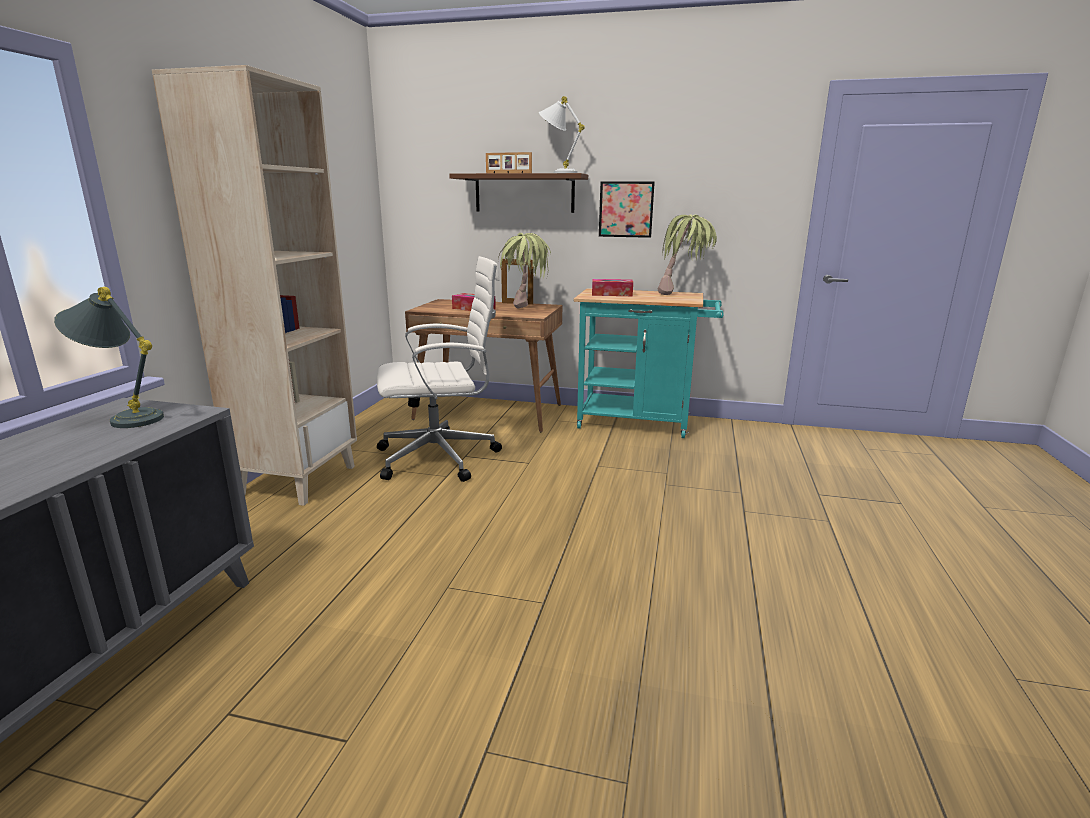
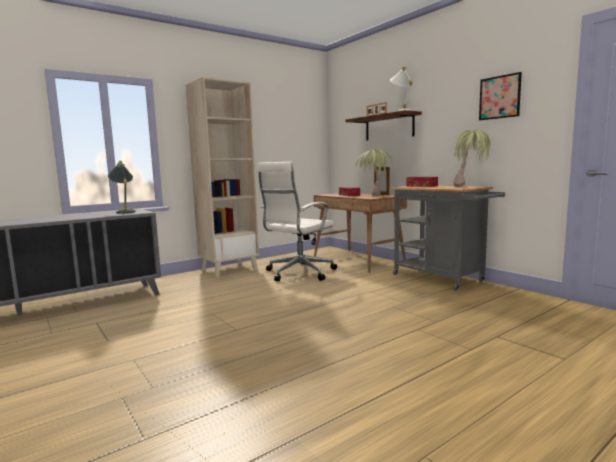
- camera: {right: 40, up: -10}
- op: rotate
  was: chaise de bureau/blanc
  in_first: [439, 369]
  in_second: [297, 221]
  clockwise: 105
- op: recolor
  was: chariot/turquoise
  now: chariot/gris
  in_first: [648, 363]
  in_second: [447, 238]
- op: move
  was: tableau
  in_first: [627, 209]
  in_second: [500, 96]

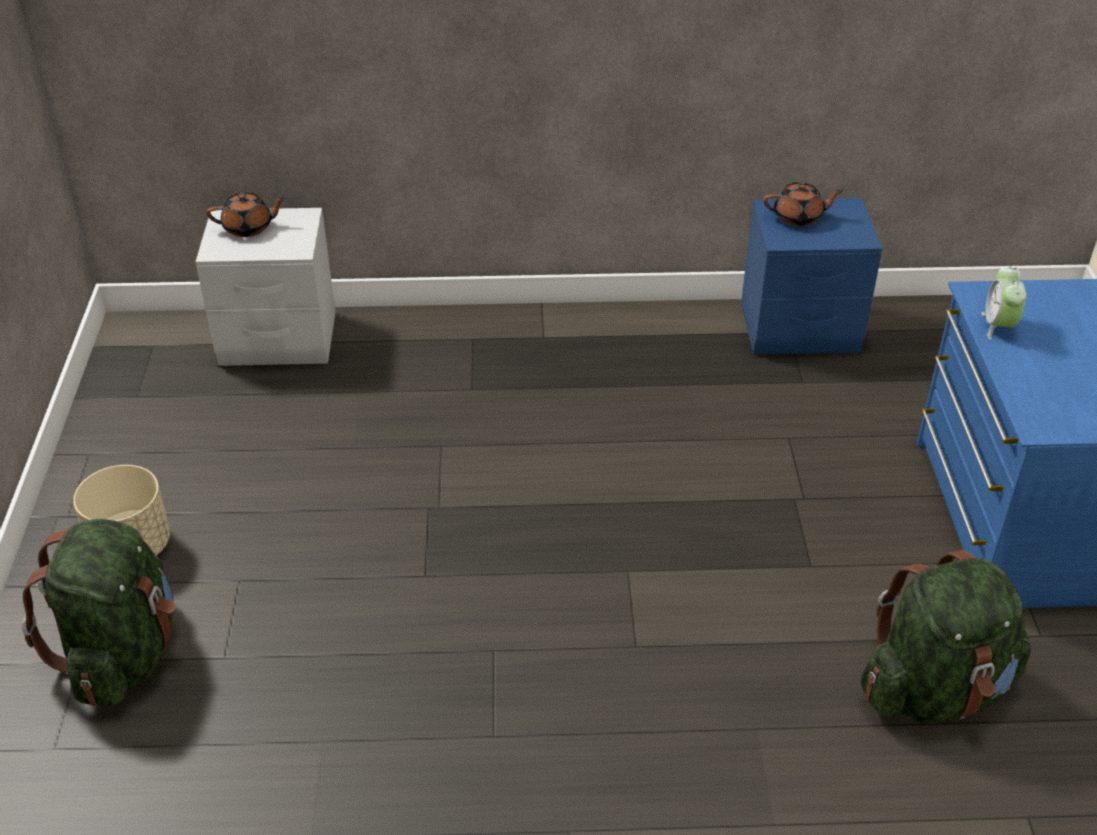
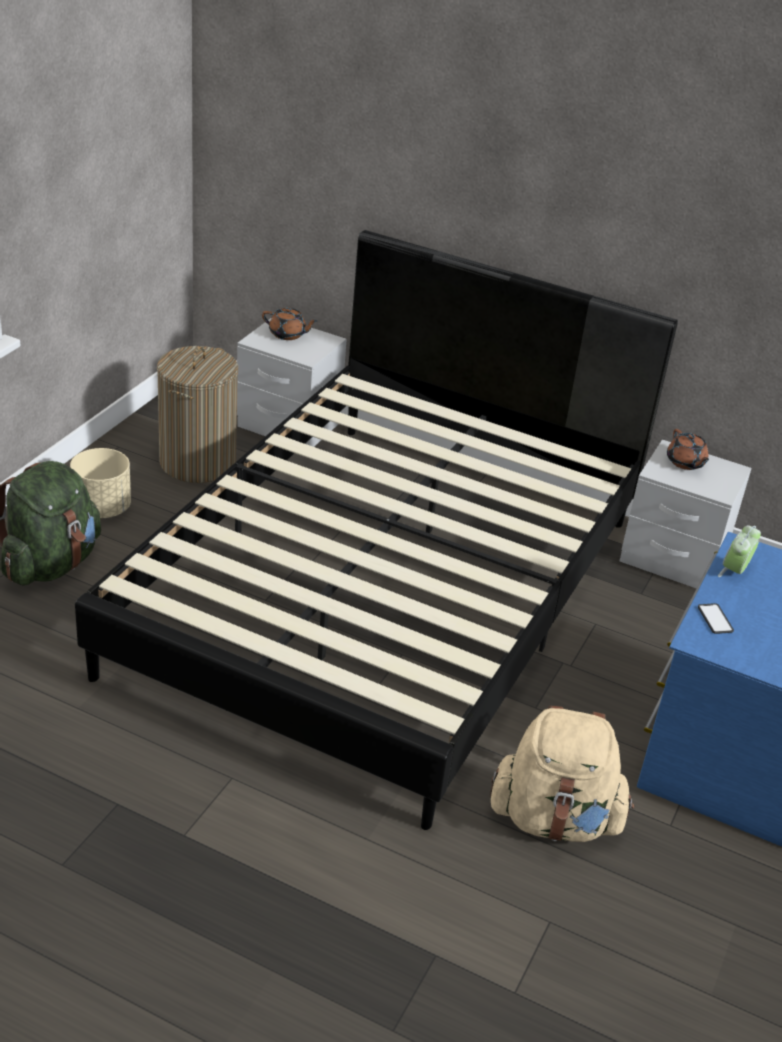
- camera: {right: 25, up: -5}
- op: recolor
  was: table de chevet/bleu
  now: table de chevet/gris
  in_first: [811, 276]
  in_second: [686, 514]
- op: rotate
  was: théière/marron
  in_first: [803, 204]
  in_second: [688, 449]
  clockwise: 45
- op: recolor
  was: sac à dos/vert
  now: sac à dos/beige
  in_first: [946, 637]
  in_second: [562, 773]
- op: insert
  now: lit/noir
  in_second: [376, 530]
- op: insert
  now: panier à linge
  in_second: [197, 414]
- op: insert
  now: téléphone
  in_second: [716, 618]

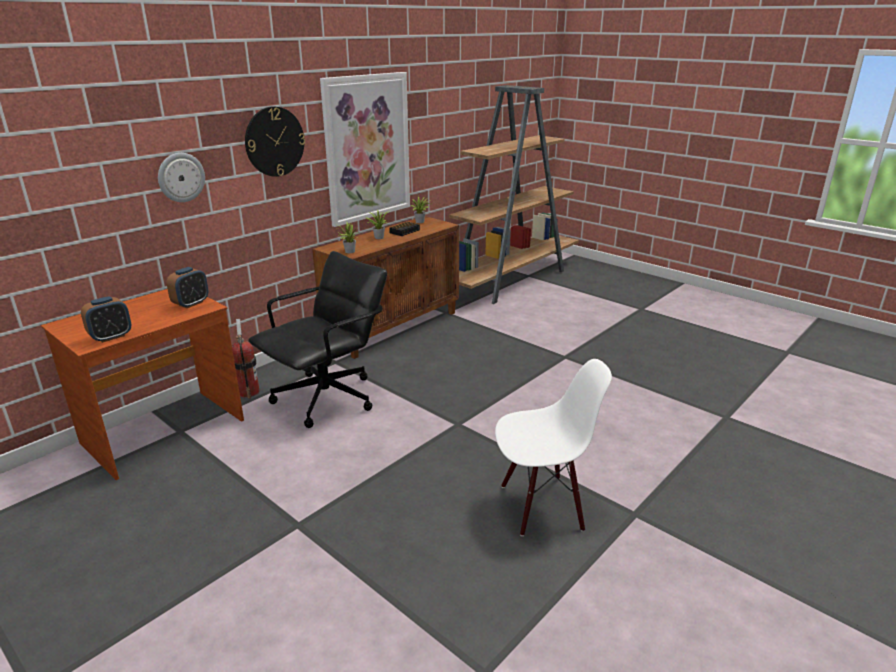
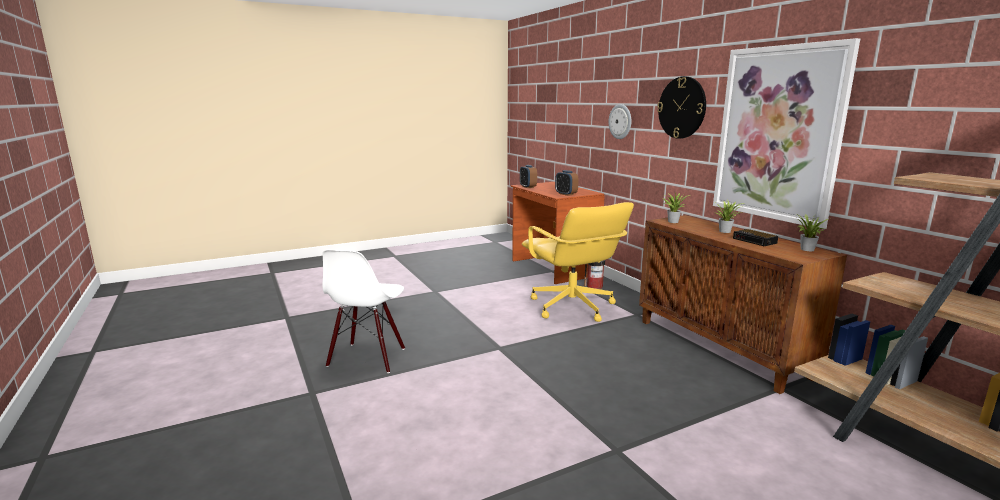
- camera: {right: 110, up: -10}
- op: recolor
  was: chaise de bureau/noir
  now: chaise de bureau/jaune
  in_first: [317, 339]
  in_second: [578, 262]

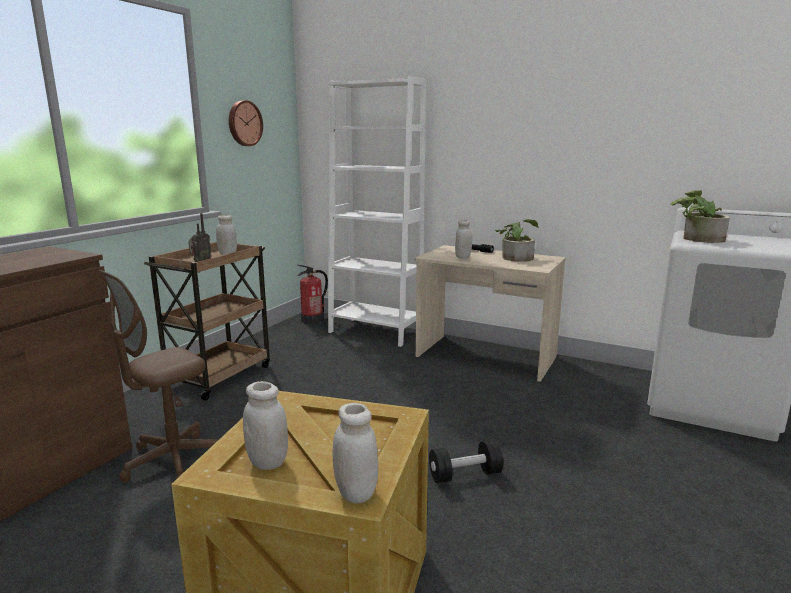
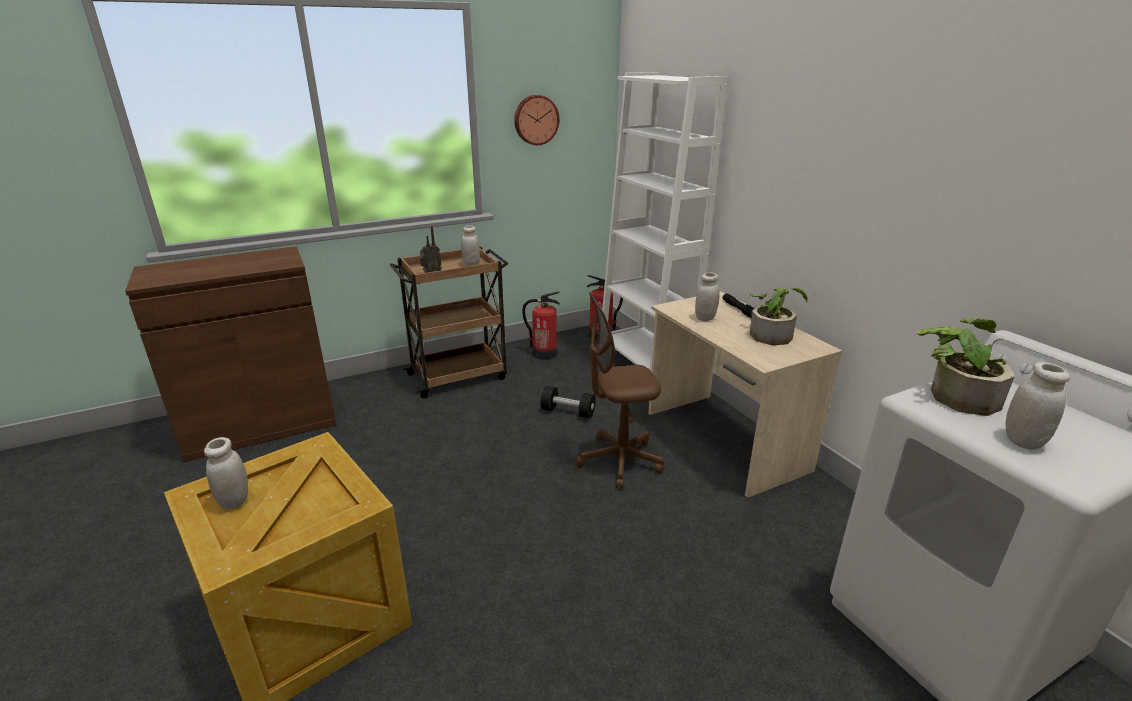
- camera: {right: 35, up: 10}
- op: move
  was: chaise de bureau/marron
  in_first: [159, 376]
  in_second: [620, 390]
- op: move
  was: bocal/blanc
  in_first: [355, 453]
  in_second: [1037, 406]
- op: move
  was: haltère/noir
  in_first: [466, 461]
  in_second: [568, 402]
- op: insert
  now: extincteur
  in_second: [541, 326]

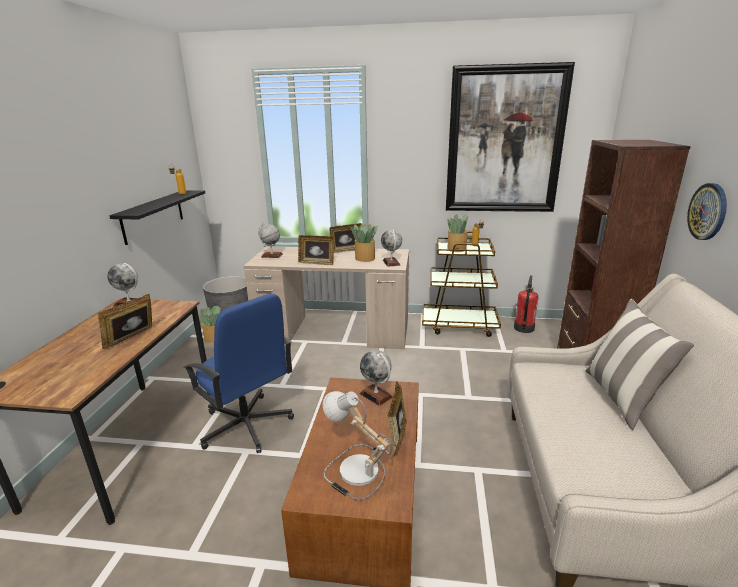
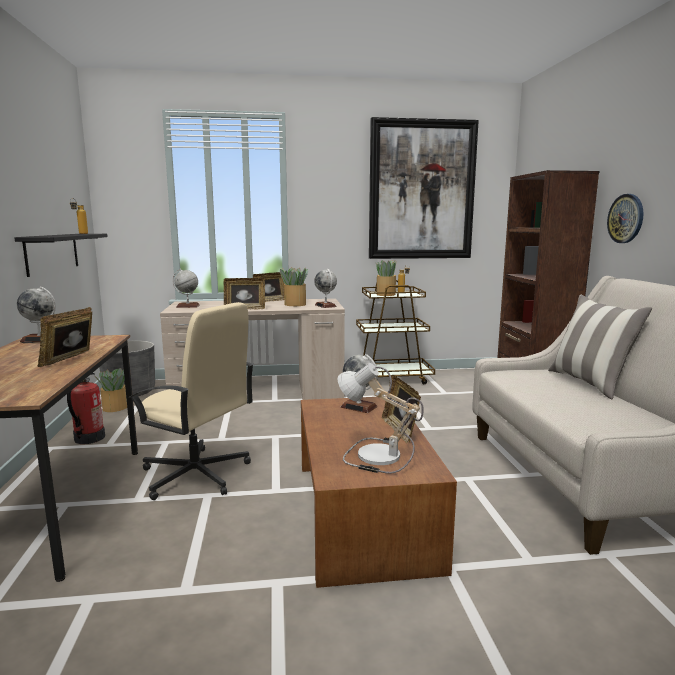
- camera: {right: -15, up: -10}
- op: recolor
  was: chaise de bureau/bleu
  now: chaise de bureau/beige
  in_first: [238, 373]
  in_second: [191, 401]
- op: move
  was: extincteur
  in_first: [526, 304]
  in_second: [86, 408]

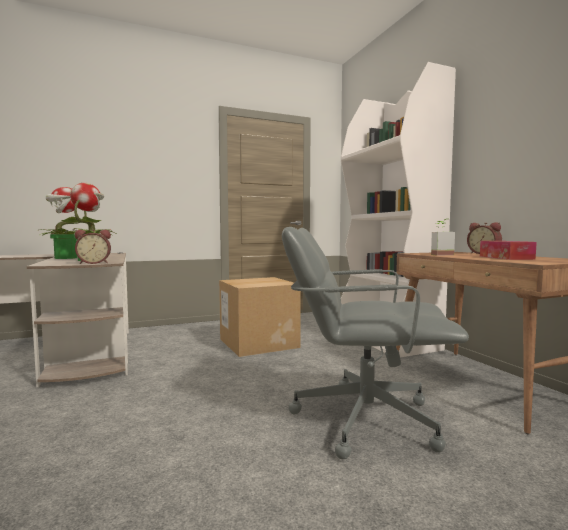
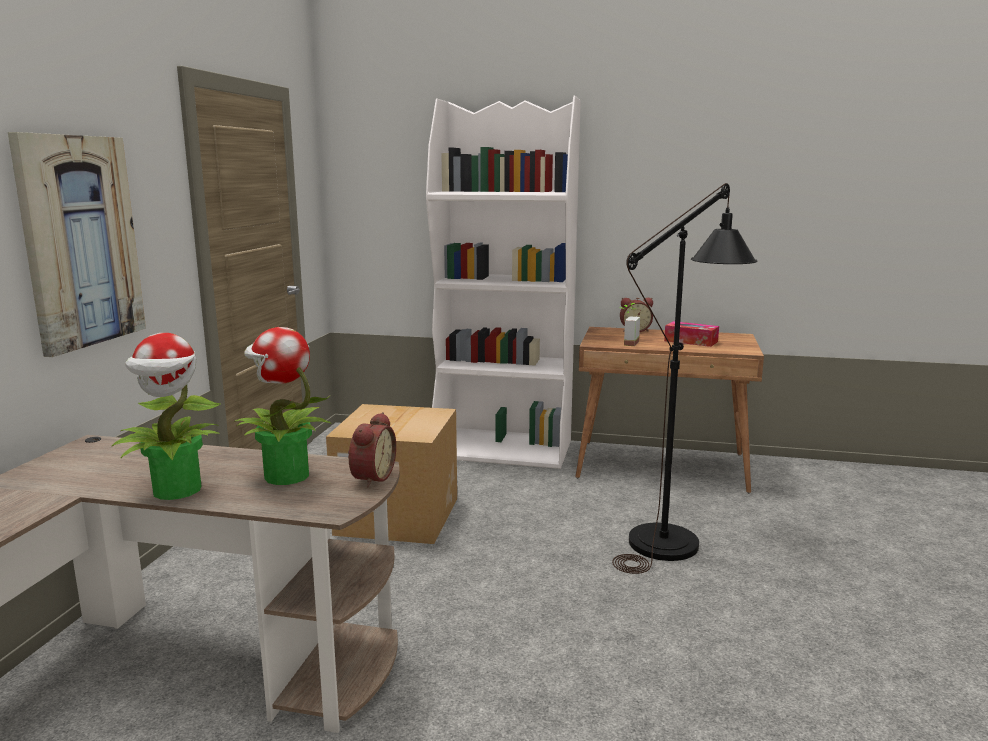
- camera: {right: -55, up: 10}
- op: replace
  was: chaise de bureau/gris
  now: lampadaire/noir
  in_first: [375, 343]
  in_second: [684, 378]
- op: insert
  now: tableau
  in_second: [77, 244]

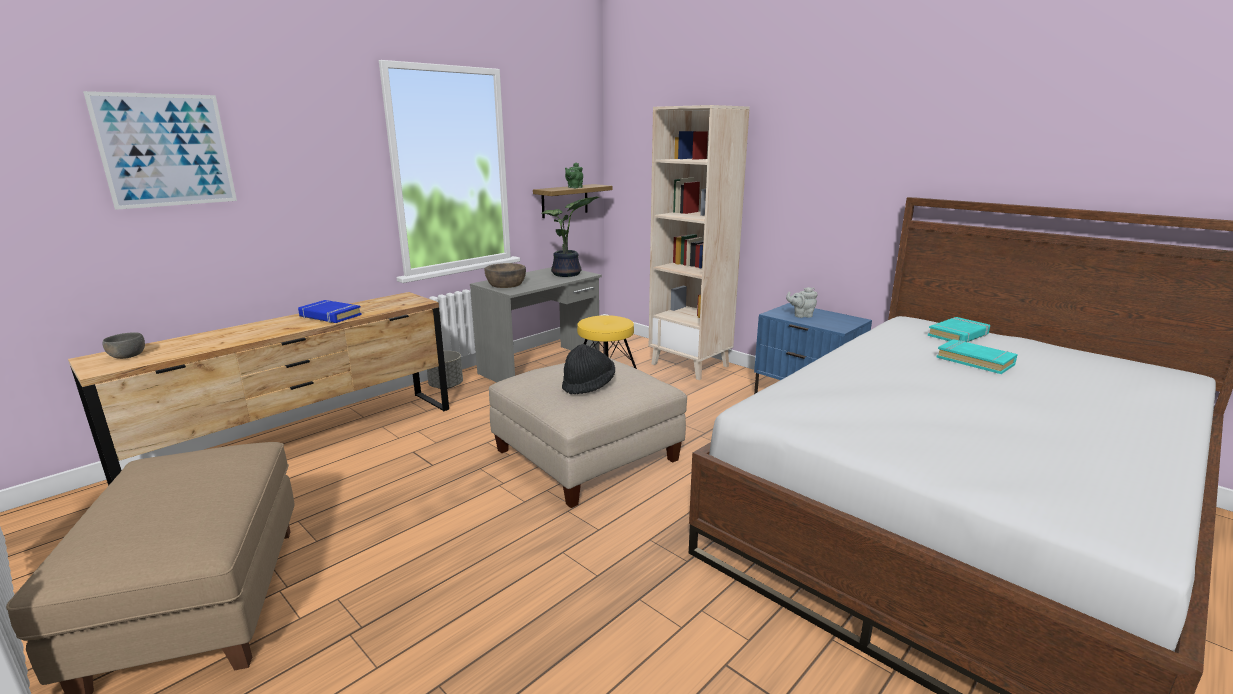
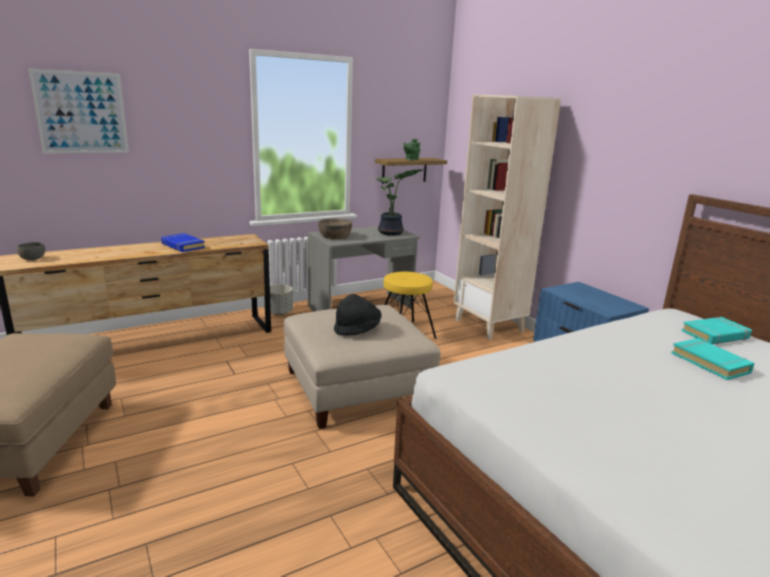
- camera: {right: 15, up: 0}
- op: delete
  was: théière/gris
  in_first: [802, 302]

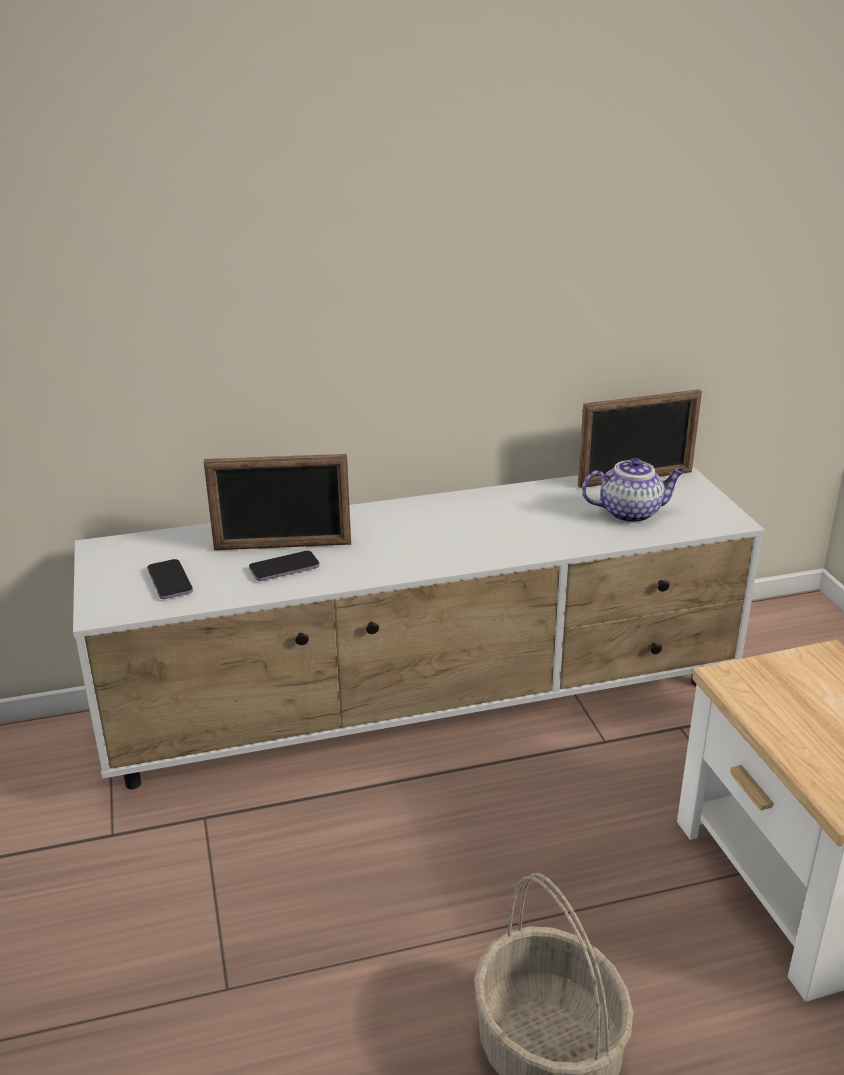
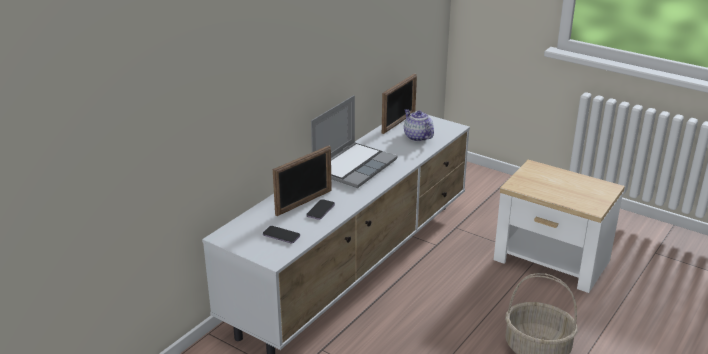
- camera: {right: -40, up: 0}
- op: rotate
  was: théière
  in_first: [633, 490]
  in_second: [419, 125]
  clockwise: -75
- op: insert
  now: ordinateur portable
  in_second: [354, 141]

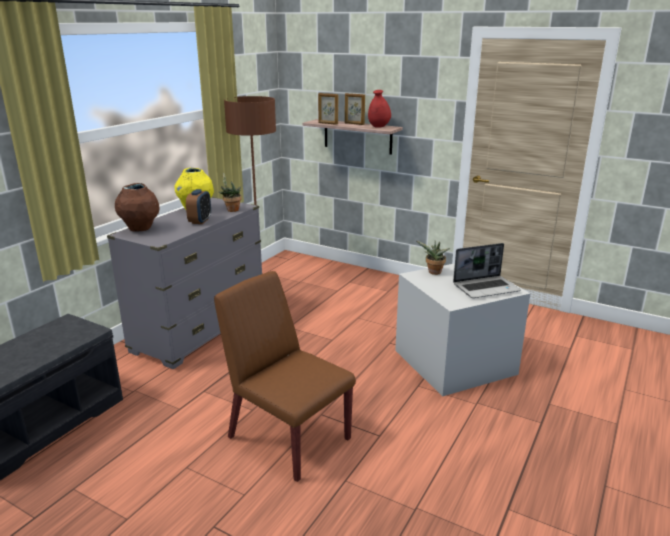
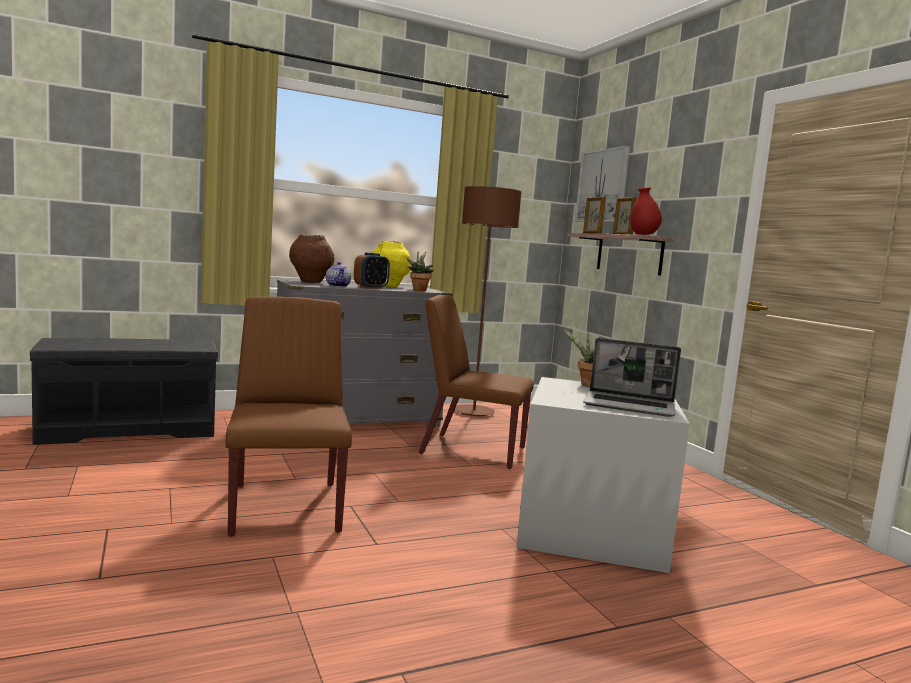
- camera: {right: 35, up: -15}
- op: insert
  now: théière
  in_second: [338, 274]
- op: insert
  now: chaise/marron
  in_second: [476, 382]
- op: insert
  now: tableau
  in_second: [602, 184]

